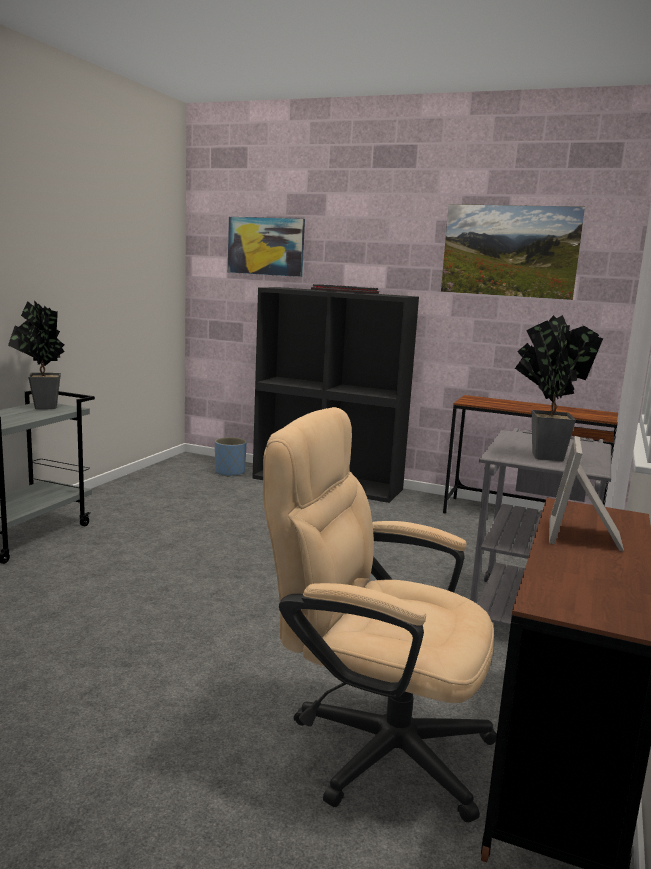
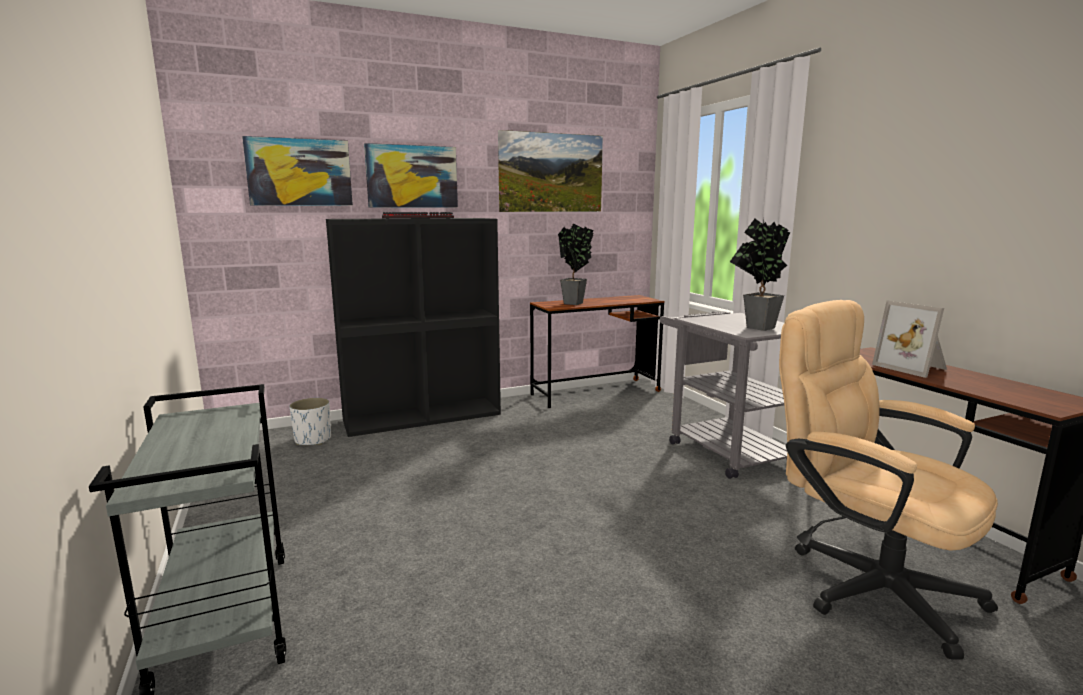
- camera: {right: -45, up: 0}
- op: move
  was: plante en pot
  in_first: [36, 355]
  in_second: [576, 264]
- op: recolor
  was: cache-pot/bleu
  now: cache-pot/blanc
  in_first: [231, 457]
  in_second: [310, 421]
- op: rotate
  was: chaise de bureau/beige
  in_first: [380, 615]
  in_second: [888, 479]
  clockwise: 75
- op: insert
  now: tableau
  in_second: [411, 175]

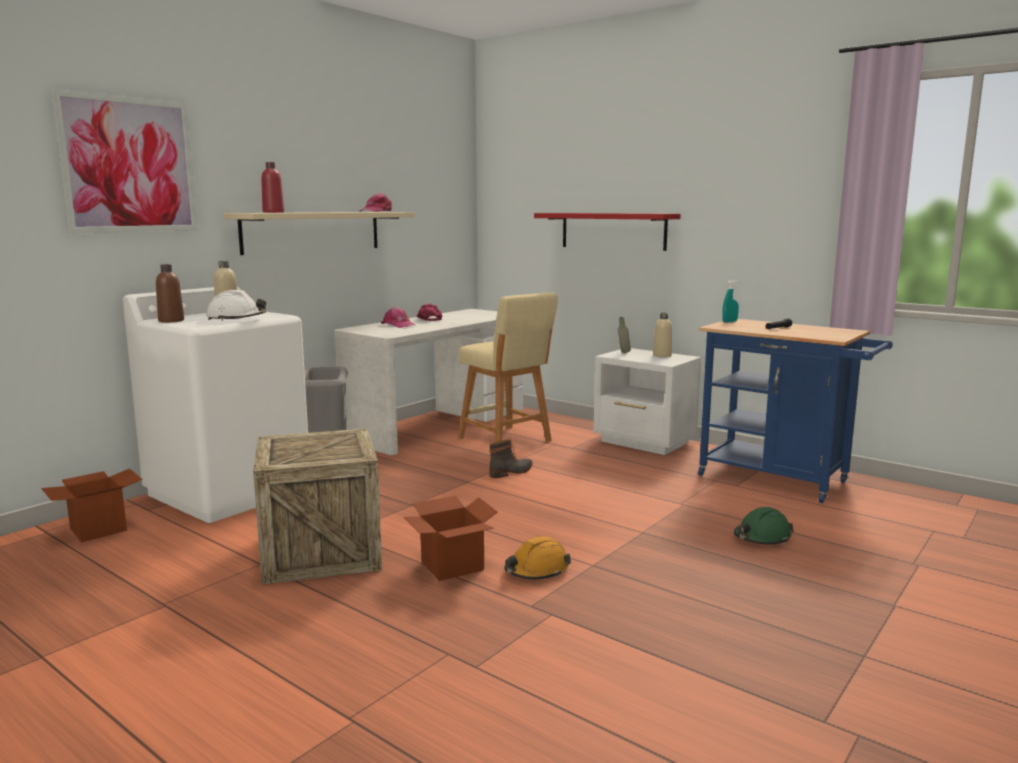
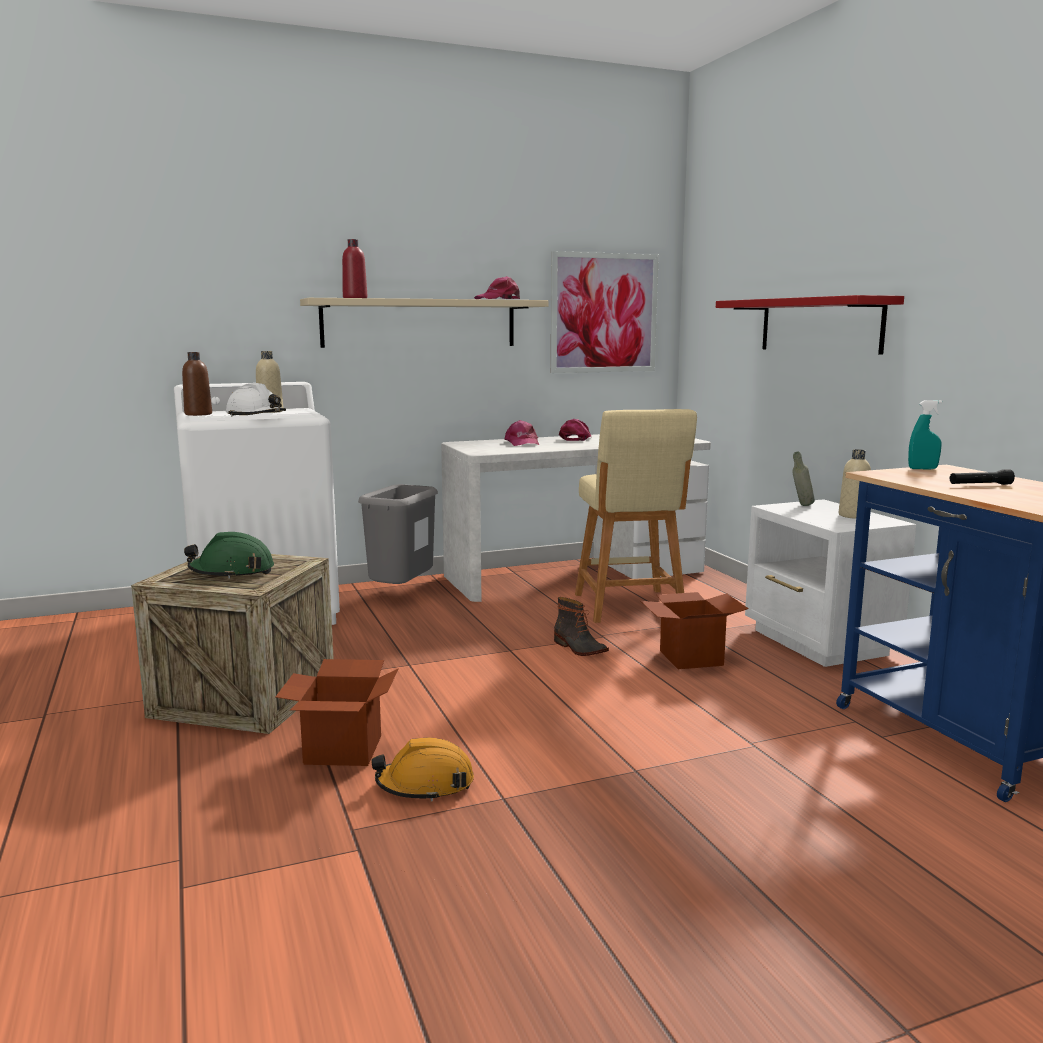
- camera: {right: 30, up: 0}
- op: move
  was: carton
  in_first: [92, 505]
  in_second: [695, 630]
- op: move
  was: tableau
  in_first: [124, 161]
  in_second: [605, 312]
- op: rotate
  was: botte
  in_first: [510, 459]
  in_second: [581, 626]
  clockwise: 60
- op: move
  was: casque de chantier/vert
  in_first: [764, 526]
  in_second: [229, 555]

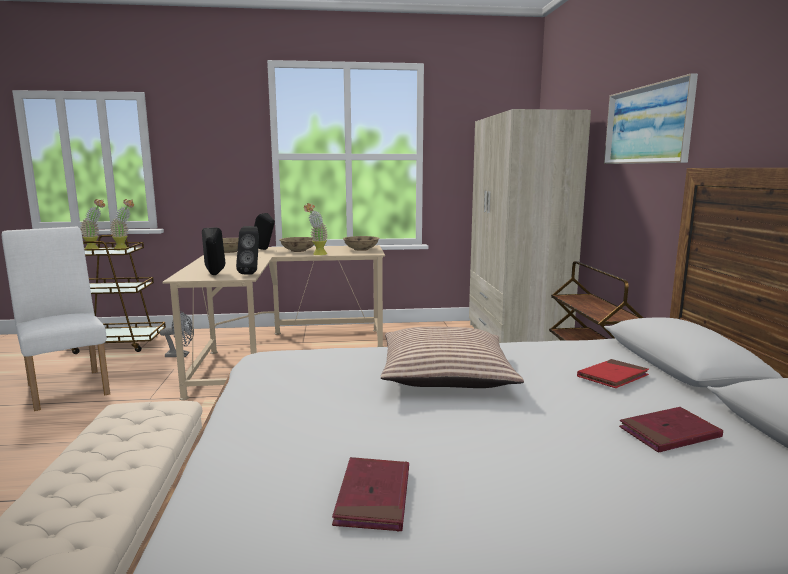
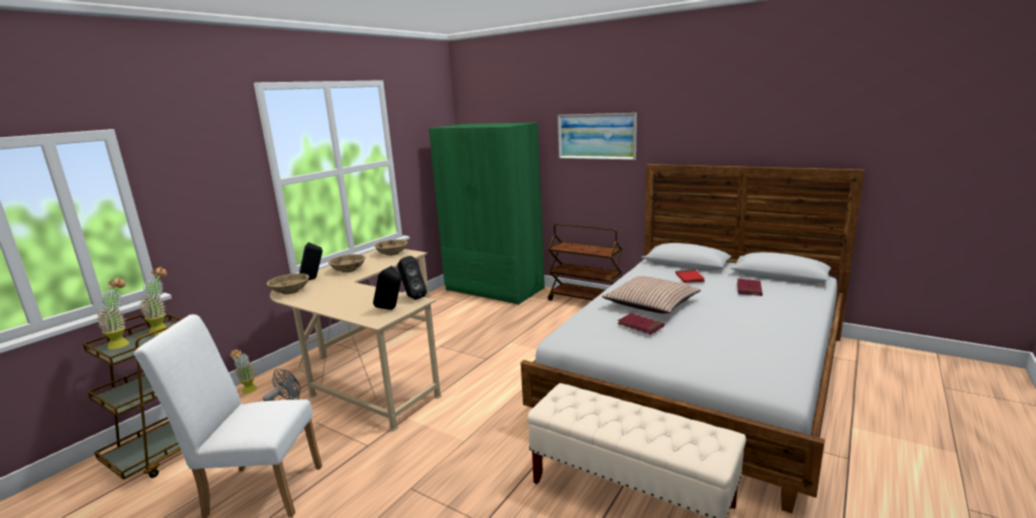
- camera: {right: -50, up: 5}
- op: move
  was: plante en pot
  in_first: [316, 229]
  in_second: [243, 371]
- op: move
  was: livre/rouge
  in_first: [370, 494]
  in_second: [640, 324]
- op: recolor
  was: armoire/beige
  now: armoire/vert
  in_first: [530, 226]
  in_second: [487, 213]

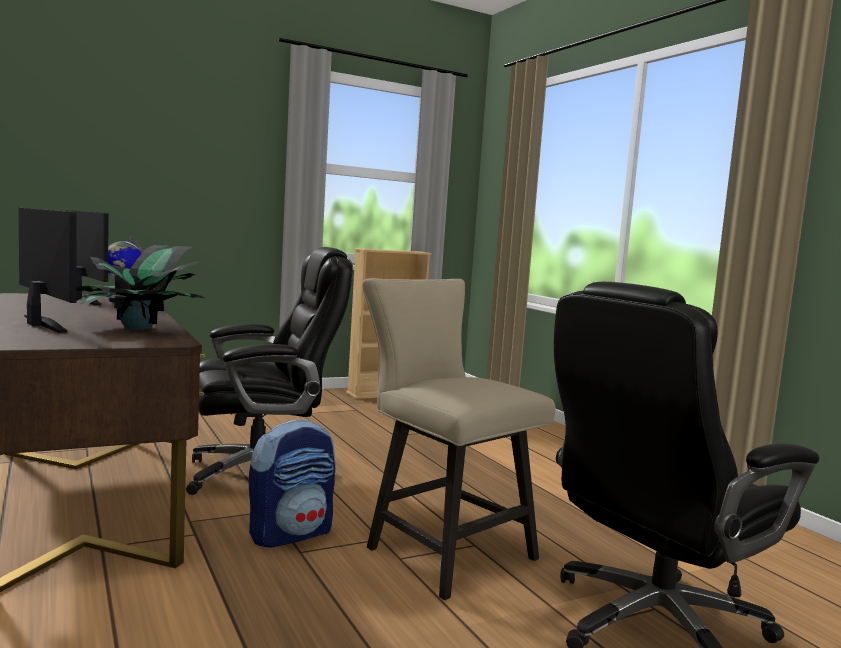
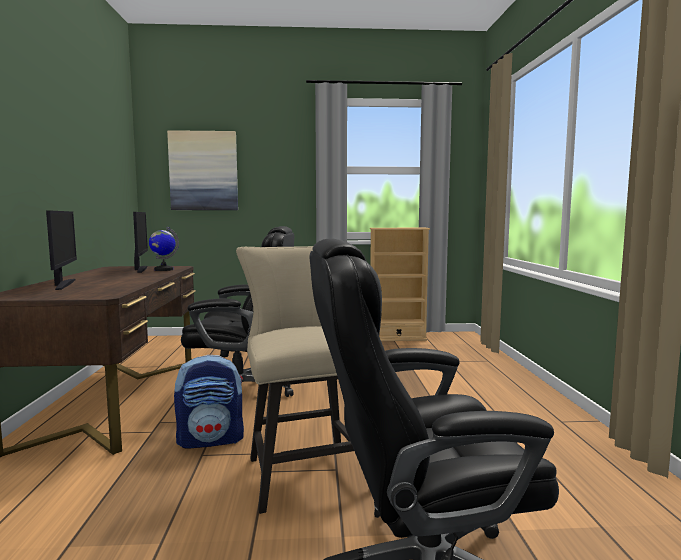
- camera: {right: 25, up: 0}
- op: delete
  was: plante en pot
  in_first: [141, 287]
- op: insert
  now: tableau
  in_second: [202, 170]

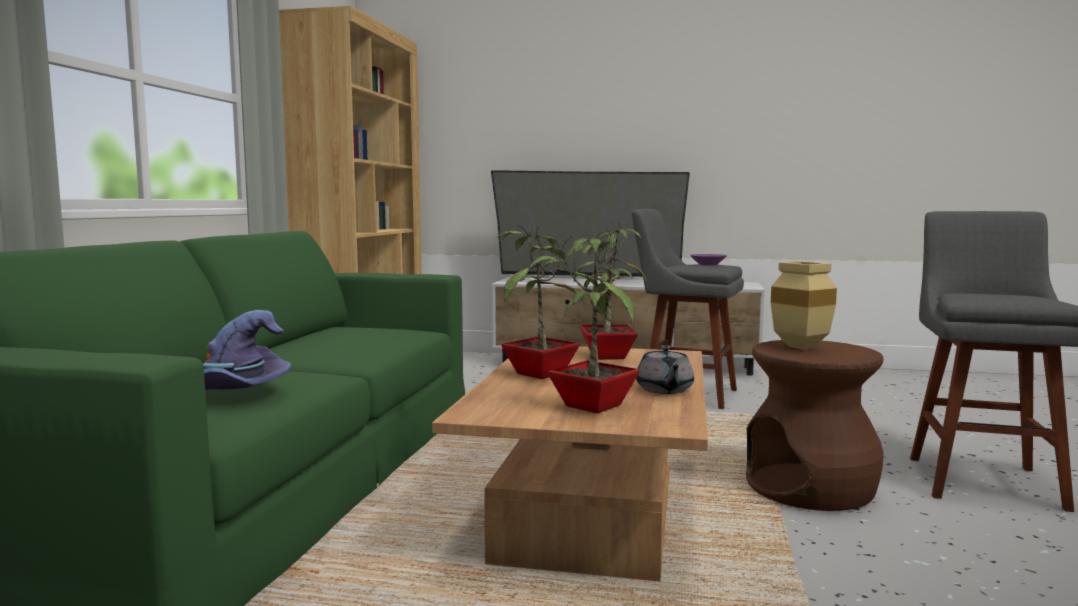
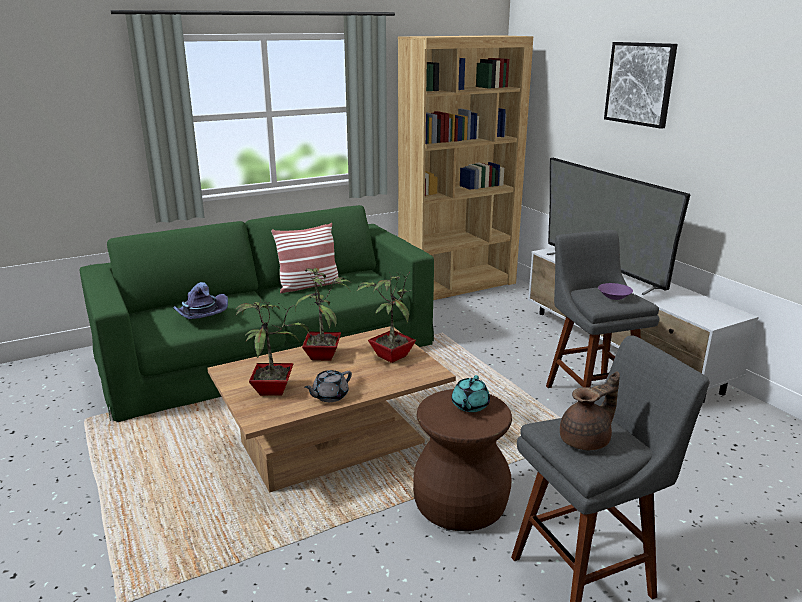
- camera: {right: 50, up: 15}
- op: replace
  was: vase/beige
  now: théière/turquoise
  in_first: [804, 305]
  in_second: [471, 393]
- op: insert
  now: coussin
  in_second: [306, 258]
- op: insert
  now: théière/marron
  in_second: [590, 410]
- op: insert
  now: tableau
  in_second: [641, 85]

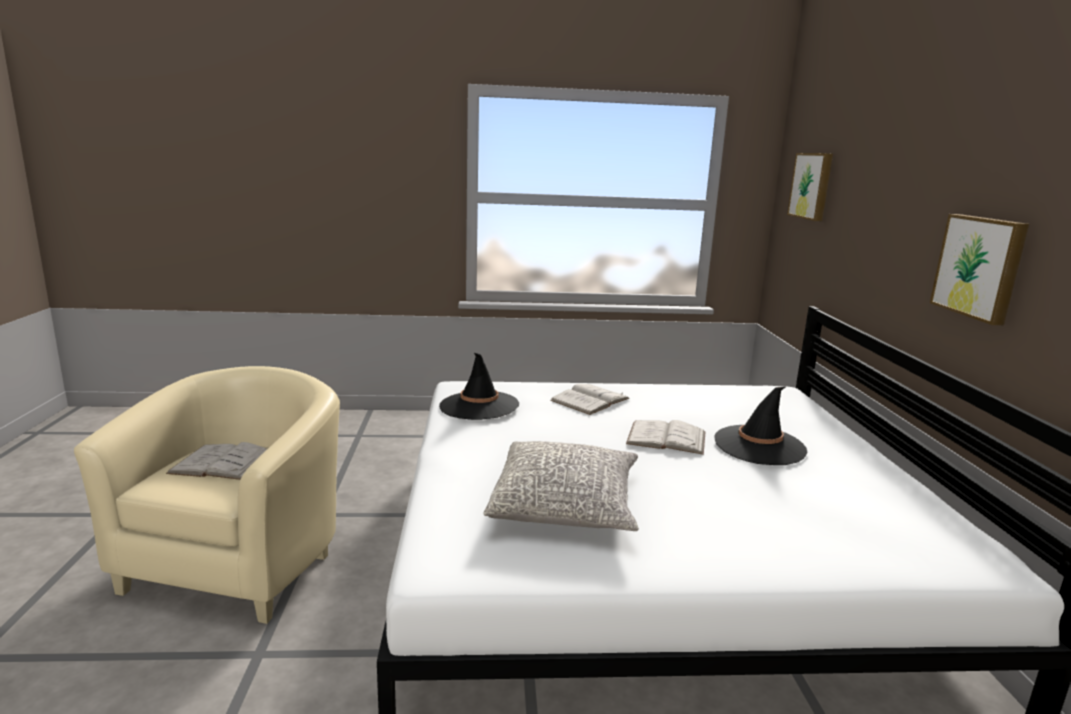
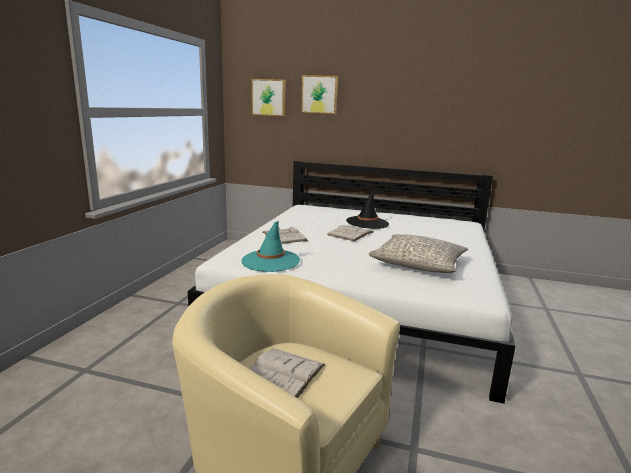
- camera: {right: -70, up: 0}
- op: recolor
  was: chapeau/noir
  now: chapeau/turquoise
  in_first: [479, 386]
  in_second: [271, 246]
- op: move
  was: tableau
  in_first: [979, 269]
  in_second: [319, 94]

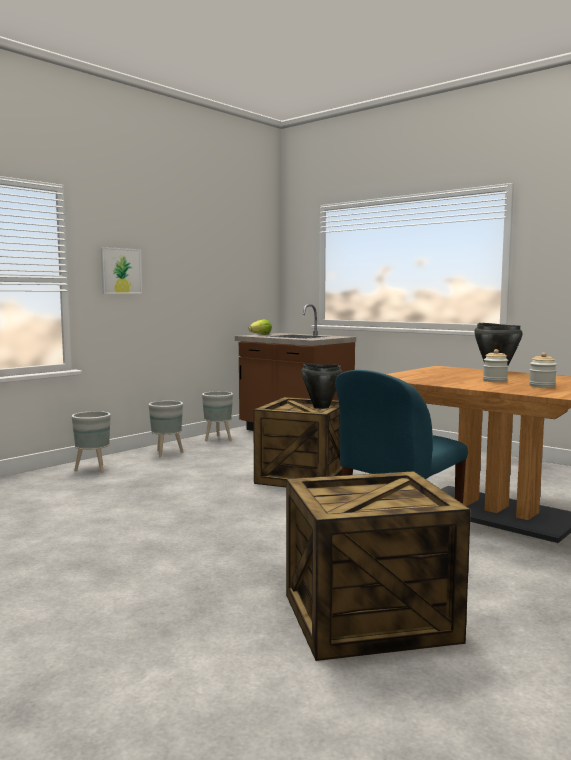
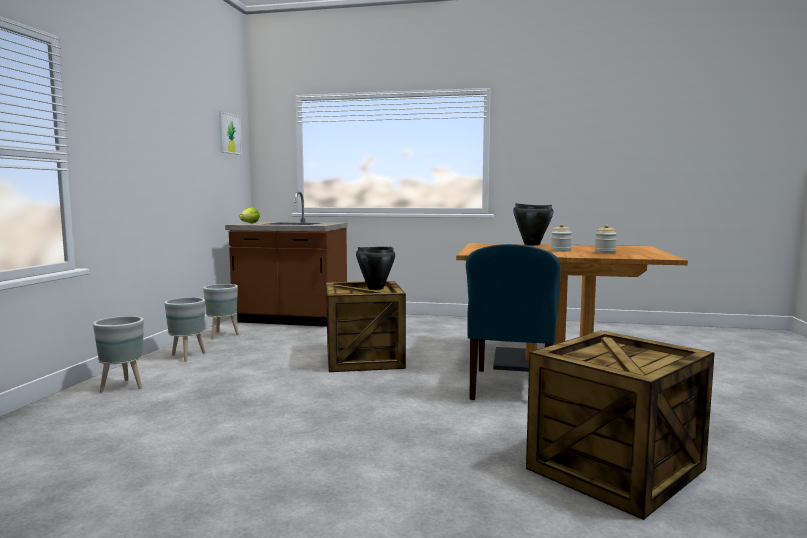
- camera: {right: -30, up: 0}
- op: move
  was: tableau
  in_first: [121, 270]
  in_second: [230, 133]

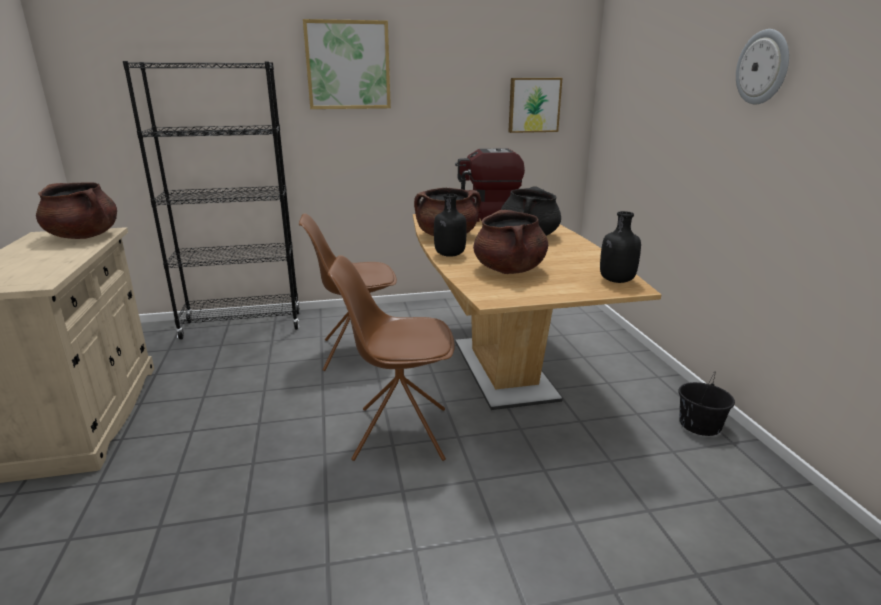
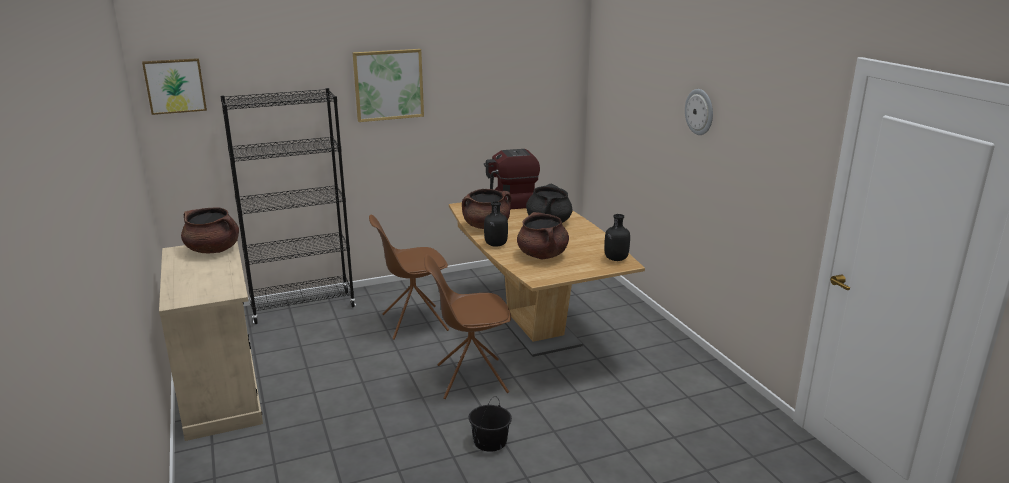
- camera: {right: -10, up: 0}
- op: move
  was: tableau
  in_first: [535, 105]
  in_second: [174, 86]
- op: move
  was: seau/noir
  in_first: [706, 403]
  in_second: [490, 424]

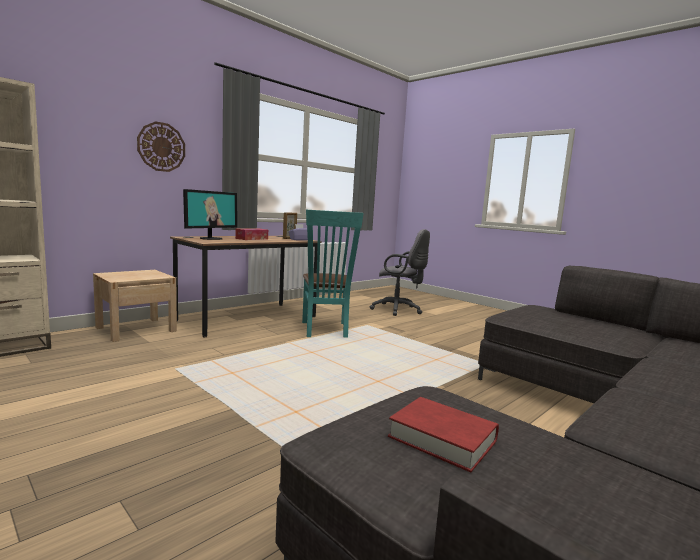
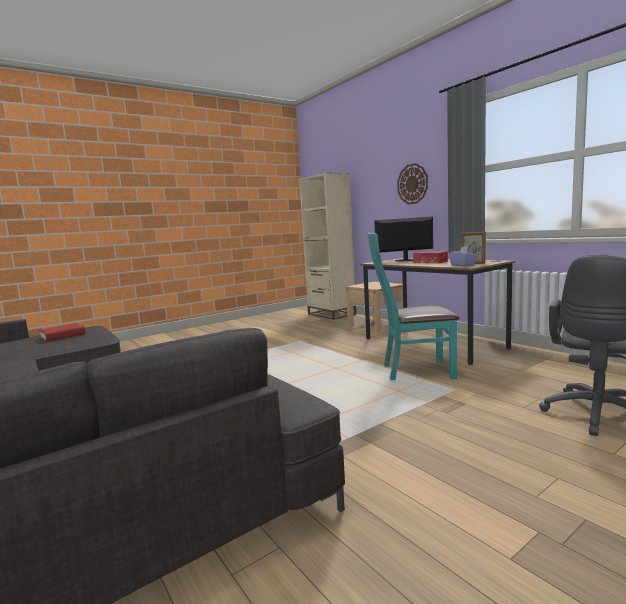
- camera: {right: 100, up: 0}
- op: rotate
  was: écran d'ordinateur
  in_first: [210, 214]
  in_second: [403, 239]
  clockwise: 135

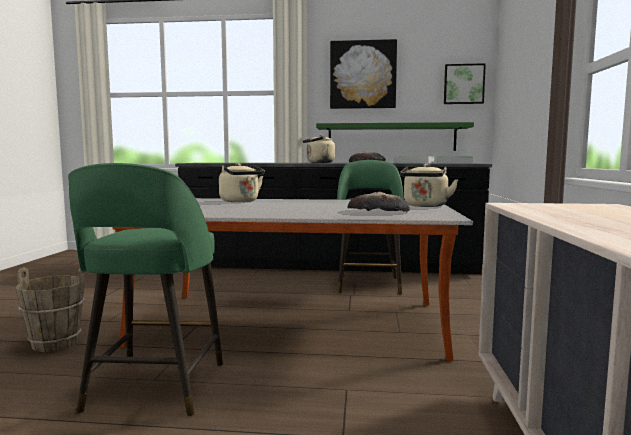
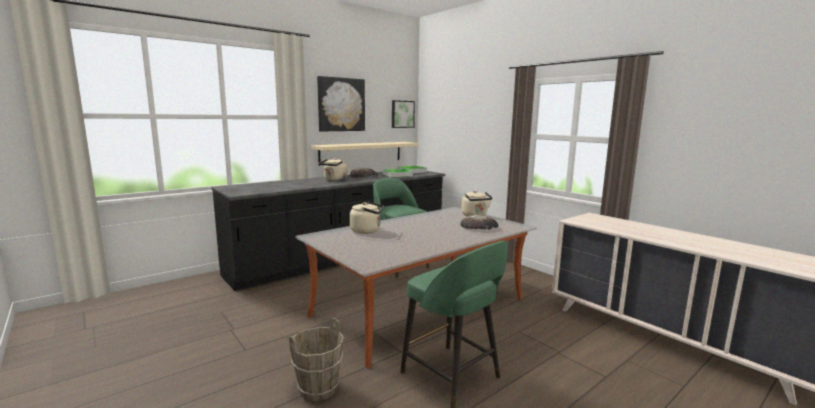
- camera: {right: -45, up: 5}
- op: recolor
  was: étagère/vert
  now: étagère/beige
  in_first: [395, 136]
  in_second: [365, 154]

